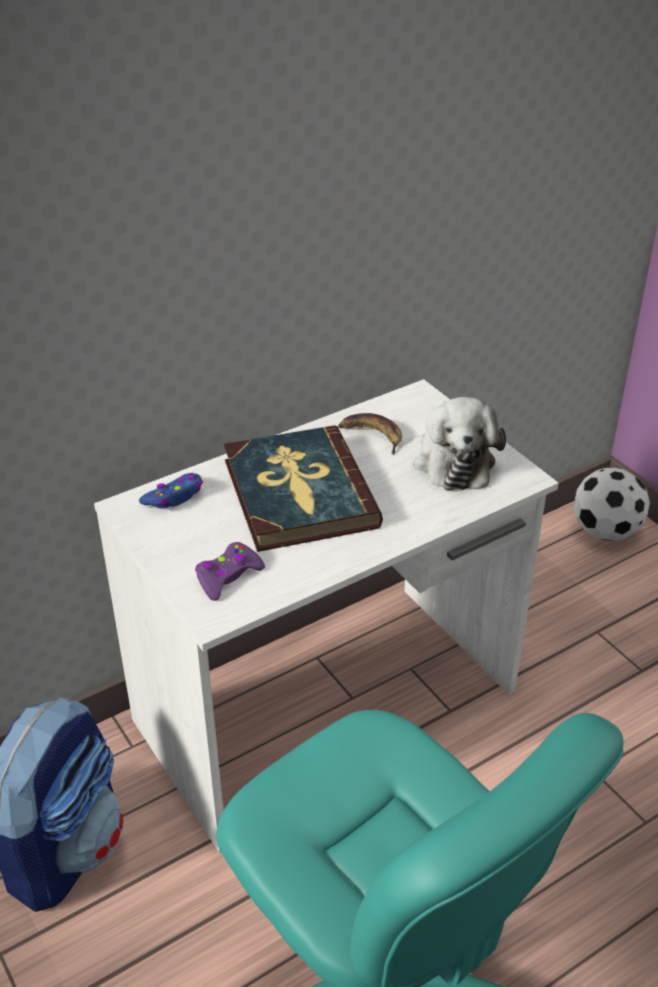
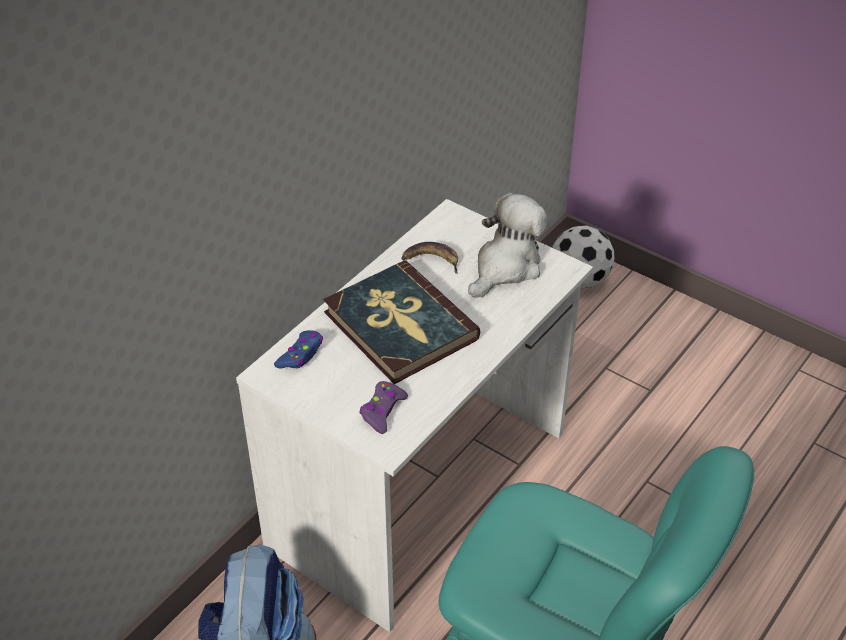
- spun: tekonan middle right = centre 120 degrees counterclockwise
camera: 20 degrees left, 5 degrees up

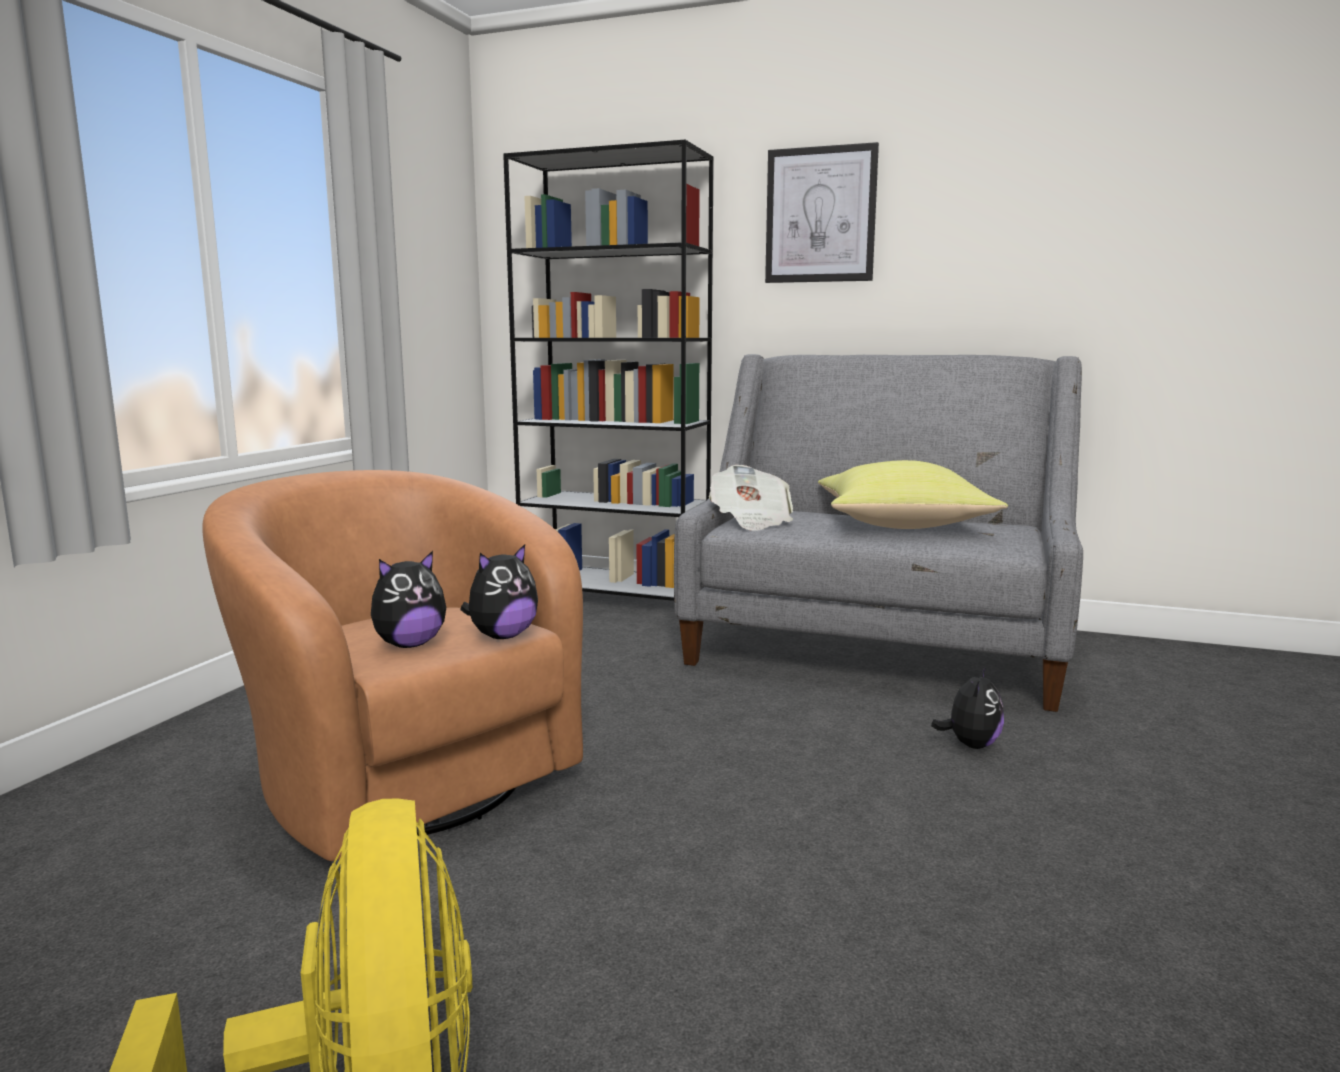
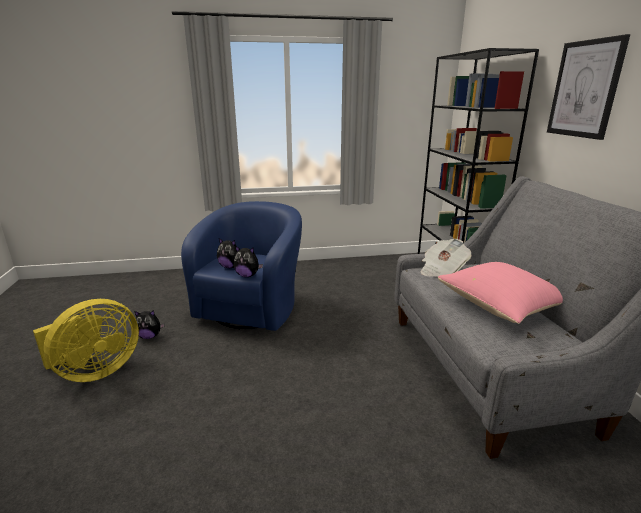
- colour: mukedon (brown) middle left to mukedon (blue) centre
- colour: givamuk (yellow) middle right to givamuk (pink) middle right
- relocated: tekonan (no. 3 from left in the first image) middle right to tekonan (no. 1 from left) middle left
camera: 60 degrees right, 10 degrees up

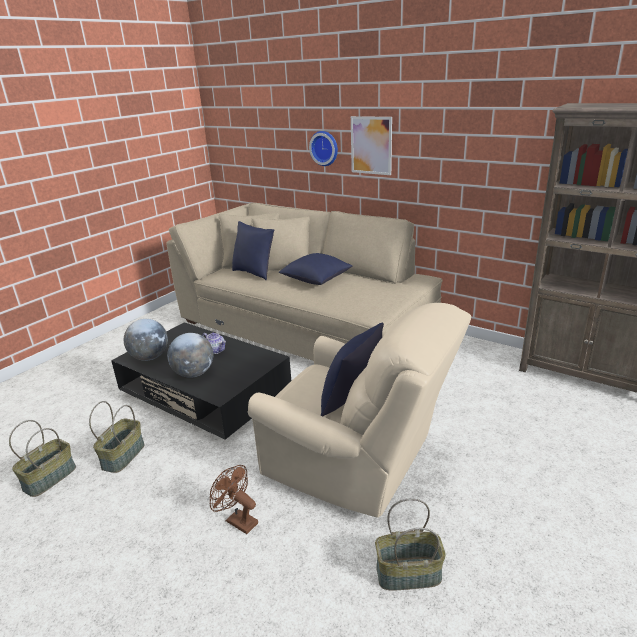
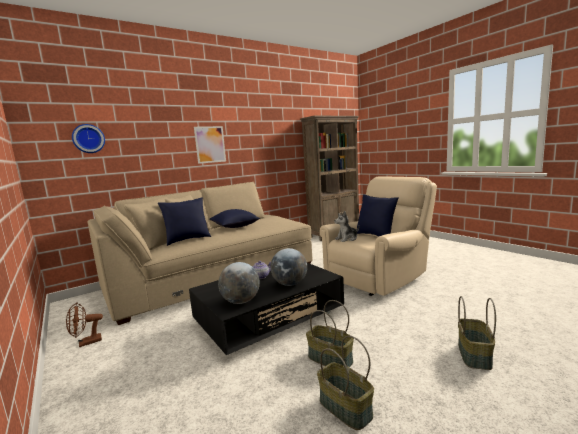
- relocated: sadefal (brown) bottom centre to bottom left
- relocated: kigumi top centre to top left
- relocated: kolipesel (no. 3 from left) bottom centre to bottom right
- appeared: tekonan centre
camera: 70 degrees left, 15 degrees down

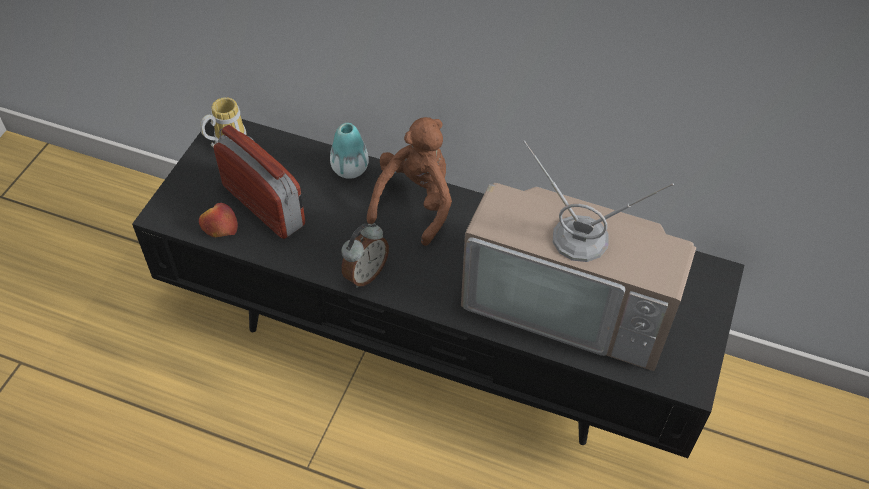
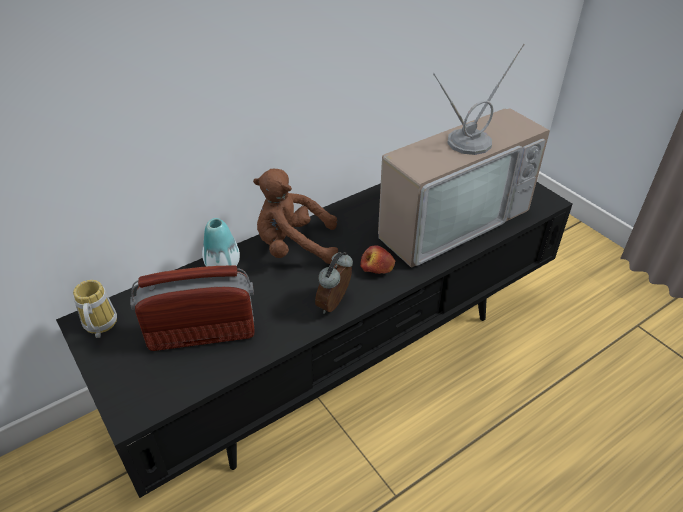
- relocated: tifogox middle left to centre
- spun: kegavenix centre = centre 135 degrees counterclockwise
- spun: tekonan (brown) centre = centre 60 degrees counterclockwise
camera: 55 degrees left, 10 degrees down

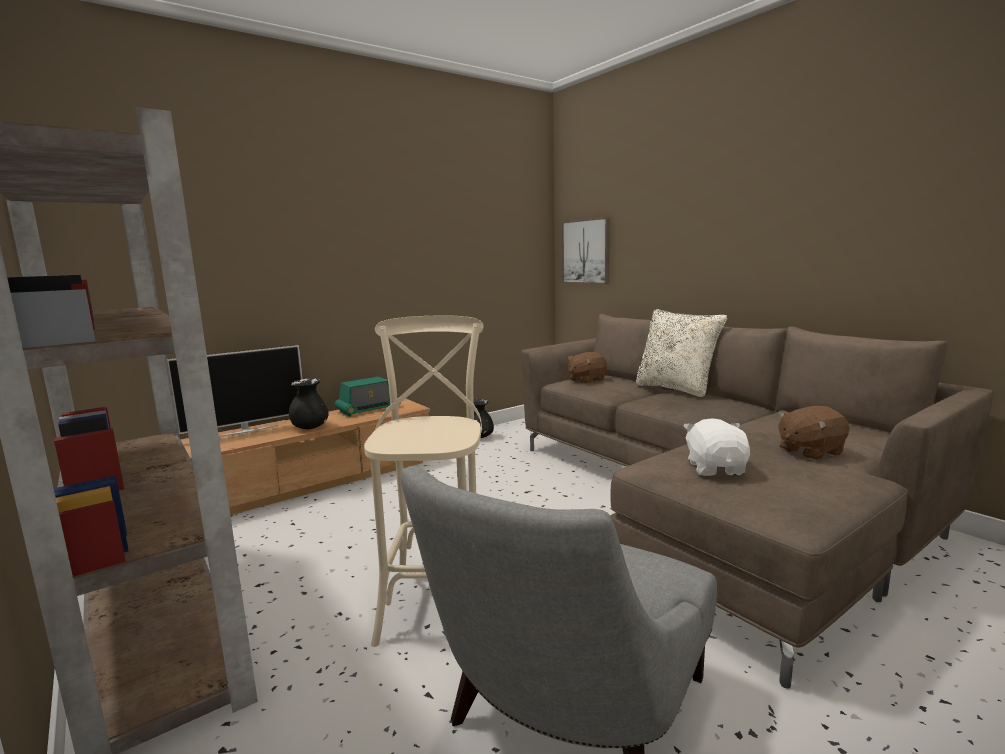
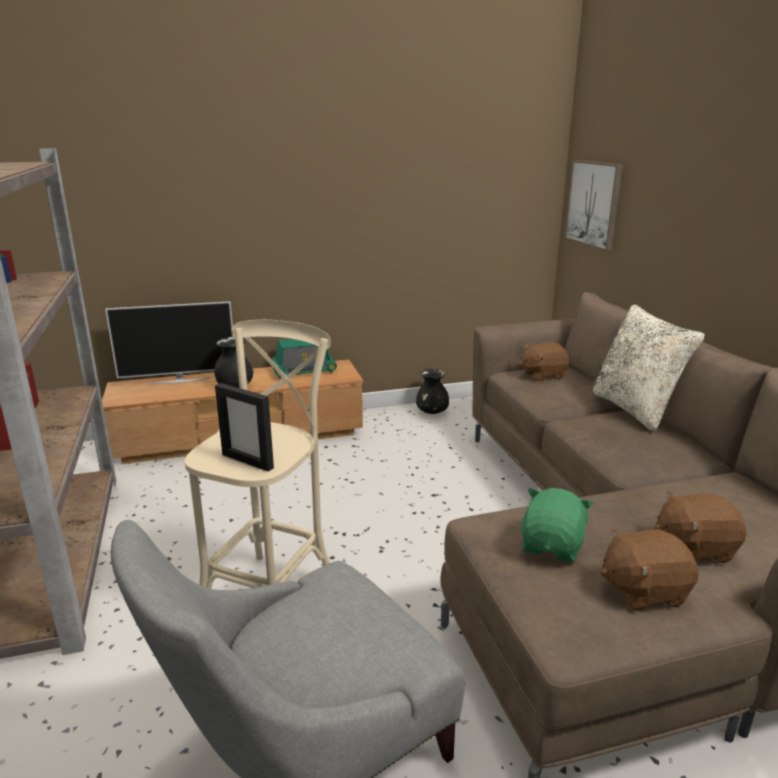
- colour: tekonan (white) middle right to tekonan (green) bottom right
- appeared: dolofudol middle left
- appeared: tekonan (brown) (no. 2 from left) bottom right
camera: 20 degrees right, 10 degrees up

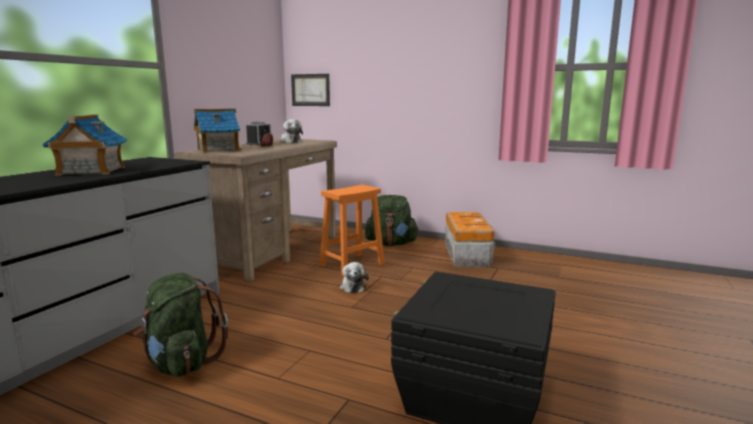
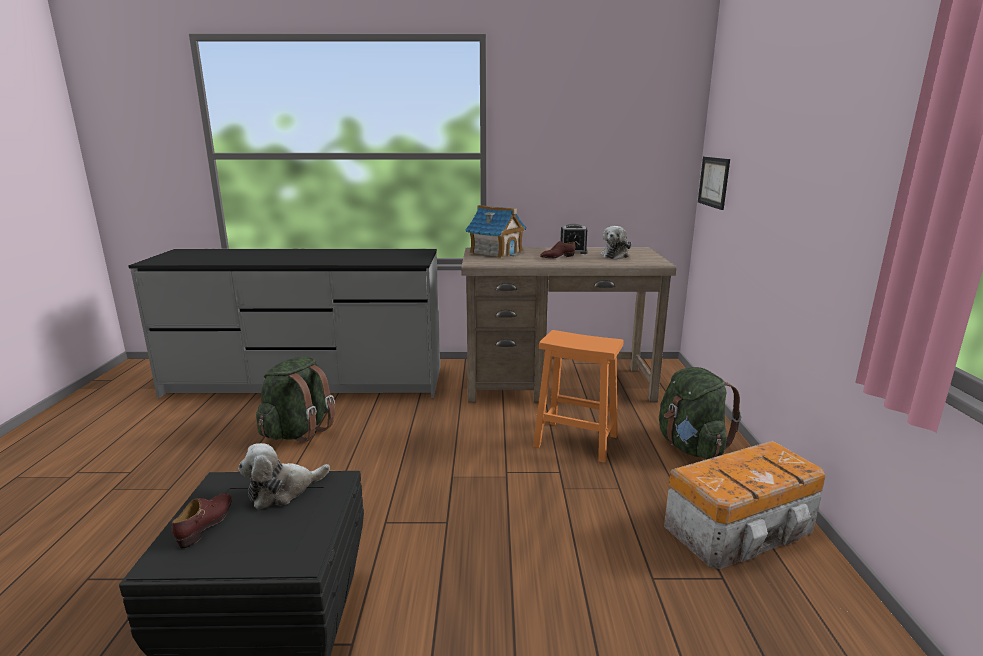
- missing: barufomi (no. 1 from left) middle left
- relocated: tekonan (no. 2 from left in the first image) centre to tekonan (no. 1 from left) bottom left
- appeared: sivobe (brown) (no. 1 from left) bottom left
camera: 65 degrees right, 5 degrees up

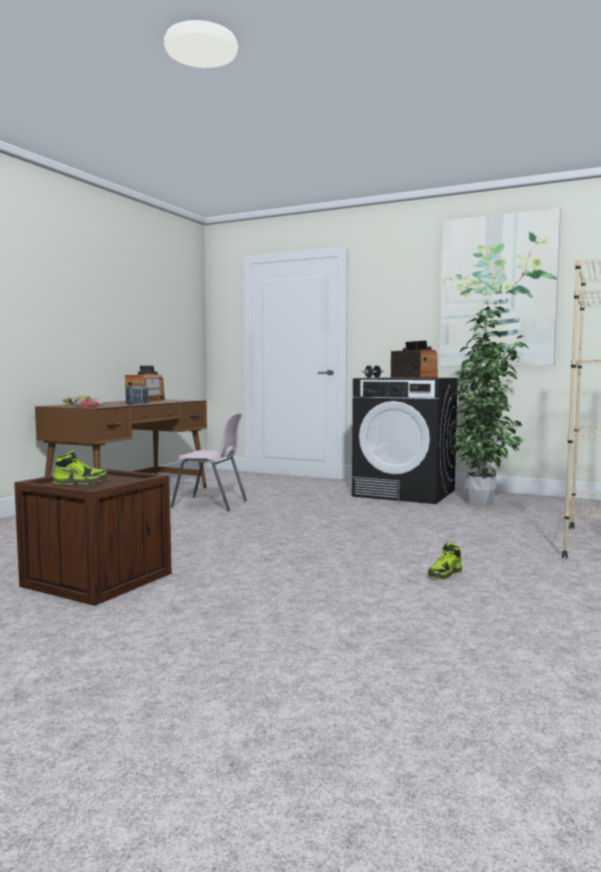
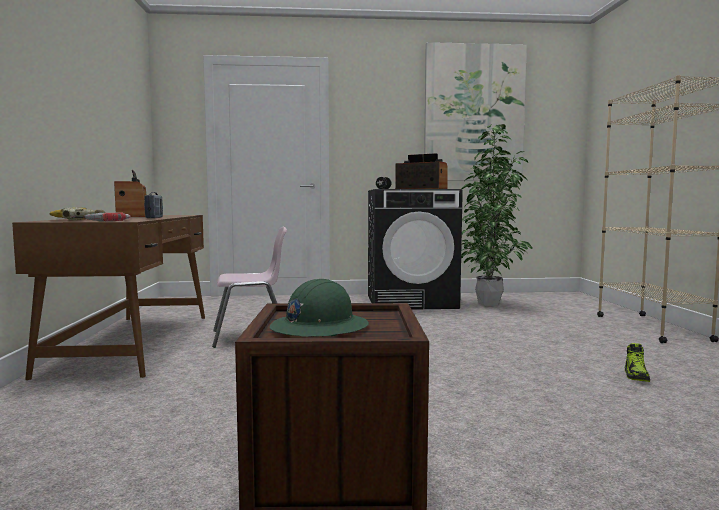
- exchanged: sivobe (no. 1 from left) middle left to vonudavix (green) centre
camera: 30 degrees left, 0 degrees up

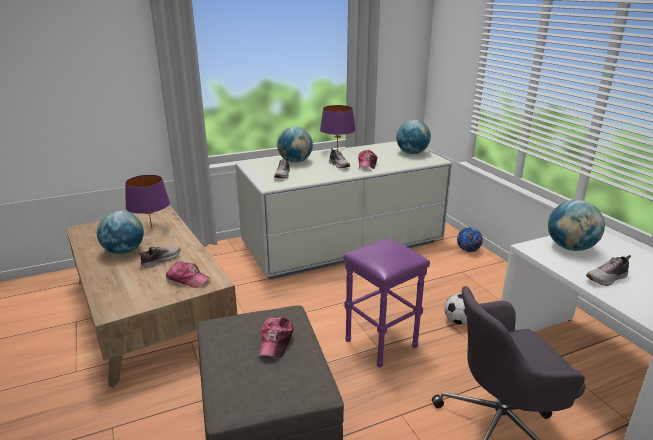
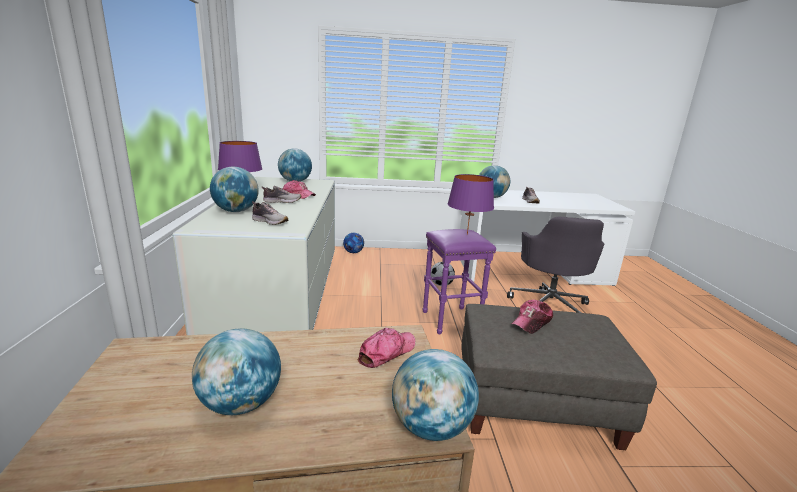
- relocated: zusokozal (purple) (no. 1 from left in the first image) middle left to zusokozal (purple) (no. 2 from left) centre
- missing: sivobe (no. 1 from left) middle left
- spun: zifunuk (no. 2 from left in the first image) bottom centre = middle right 105 degrees clockwise
- appeared: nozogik (no. 4 from left) bottom centre
camera: 70 degrees left, 5 degrees down

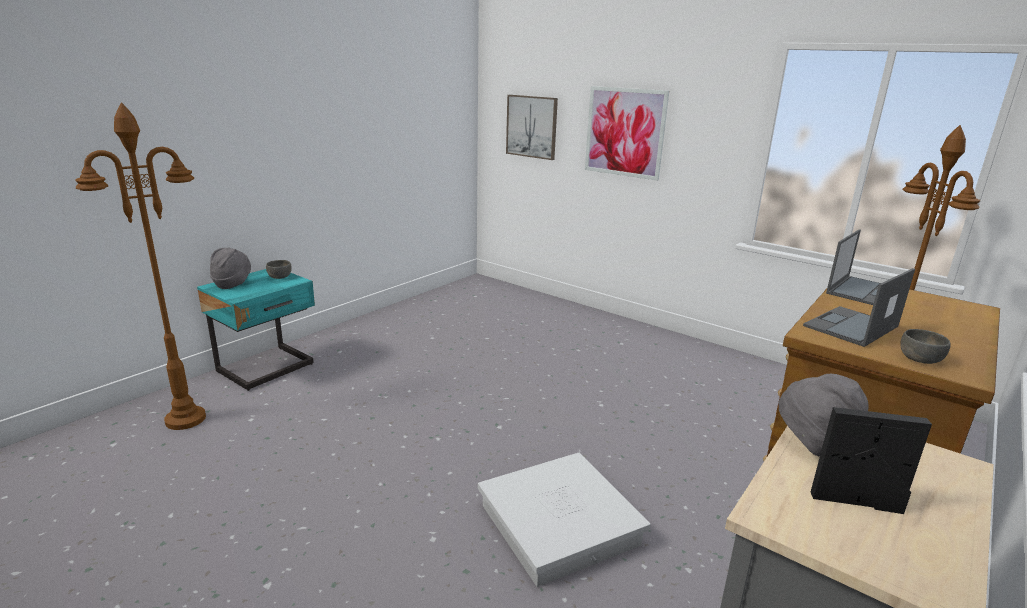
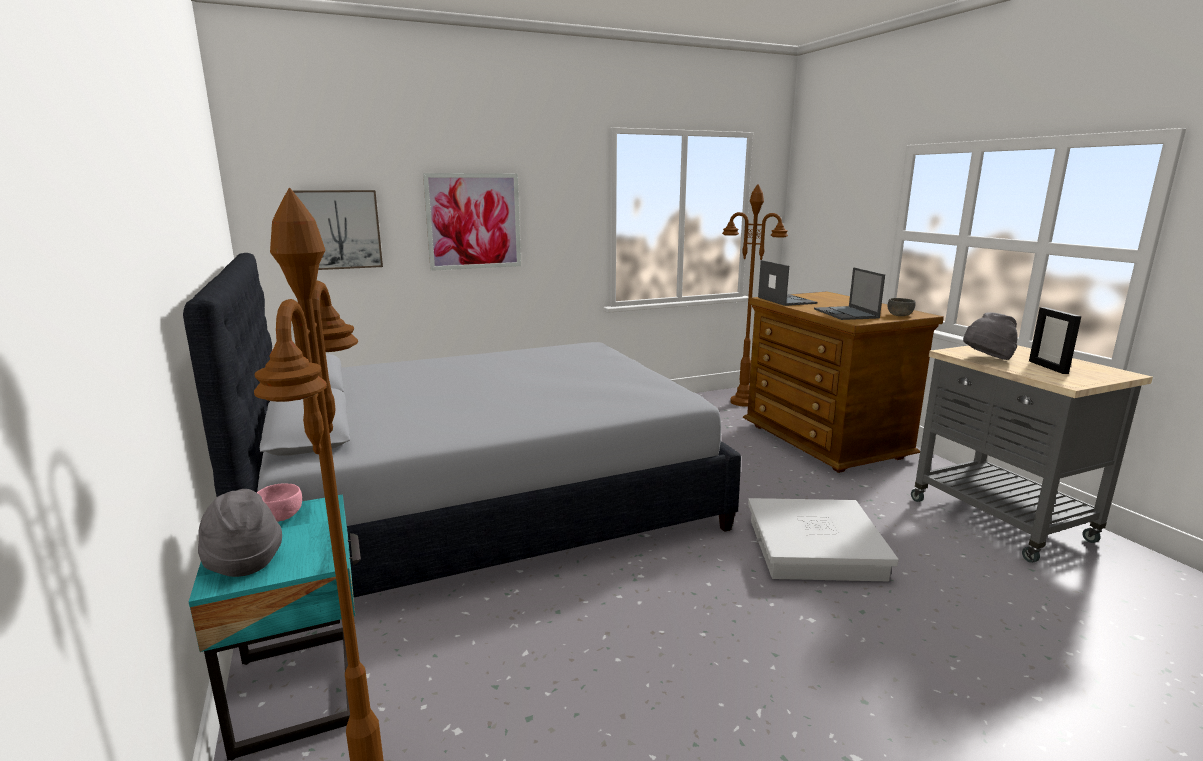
- colour: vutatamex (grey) (no. 1 from left) middle left to vutatamex (pink) middle left
- spun: dolofudol bottom right = middle right 45 degrees counterclockwise
- appeared: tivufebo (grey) centre
camera: 60 degrees left, 5 degrees down

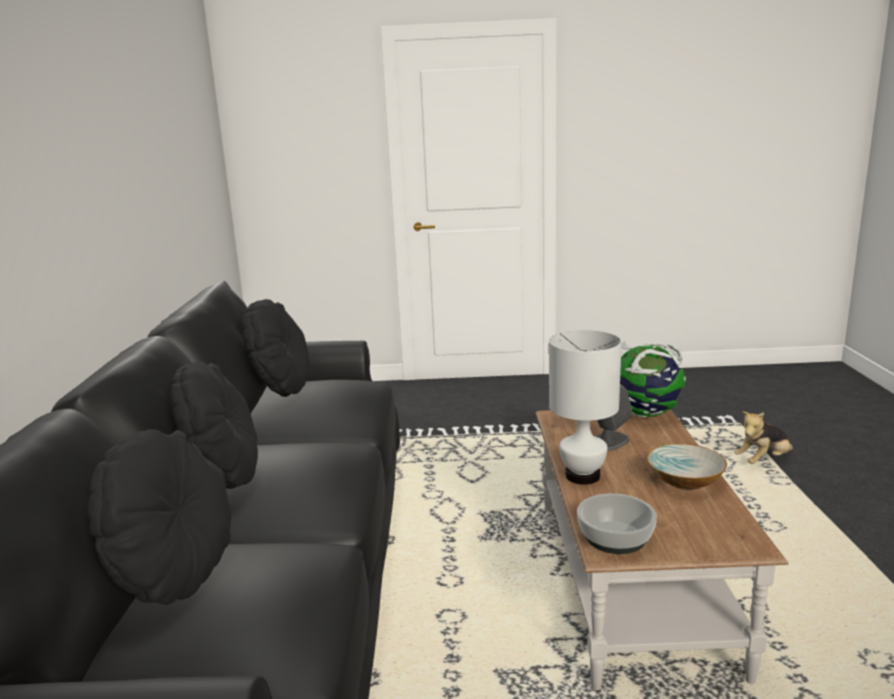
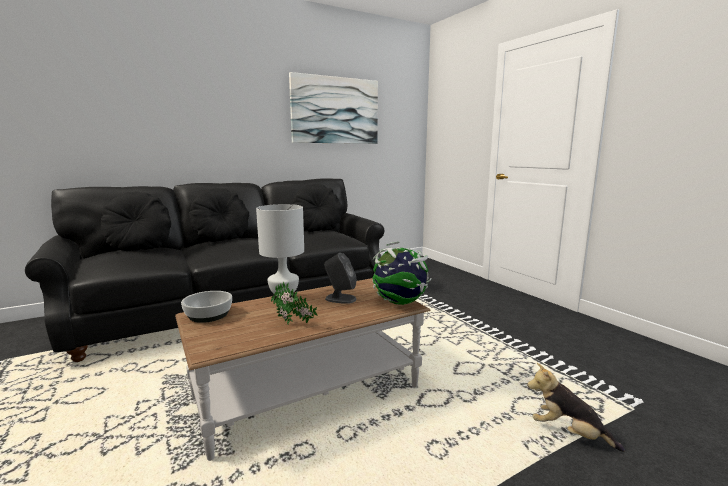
- exchanged: vutatamex (no. 2 from left) bottom right to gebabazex centre
- appeared: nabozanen top centre
camera: 60 degrees right, 5 degrees down

